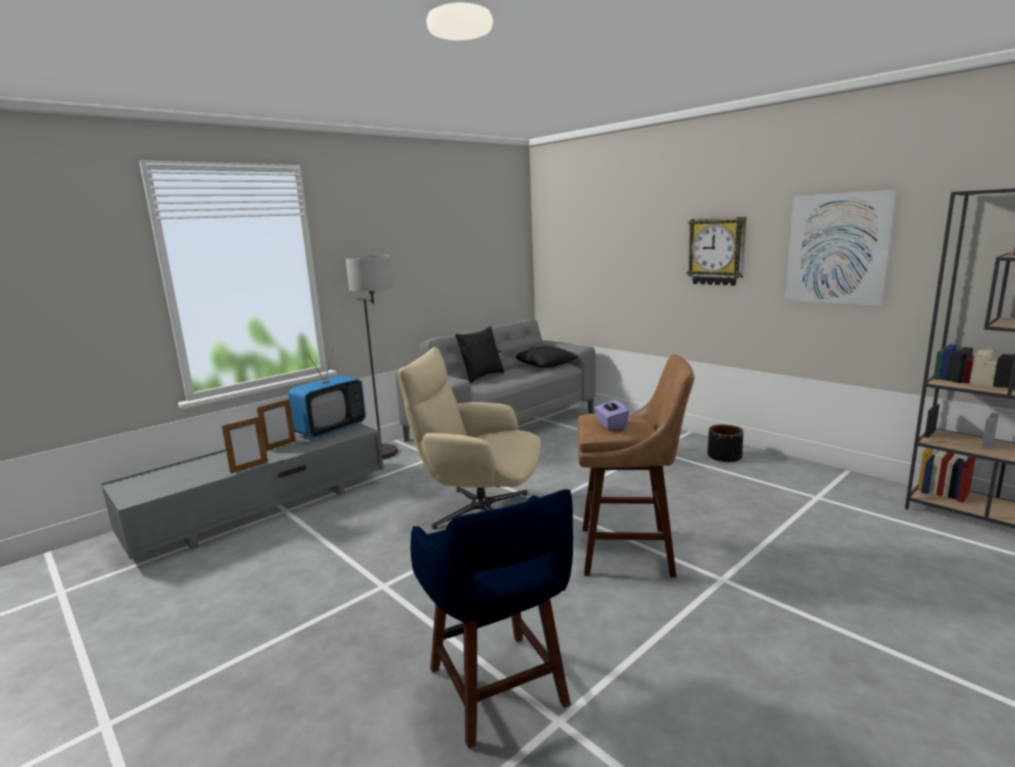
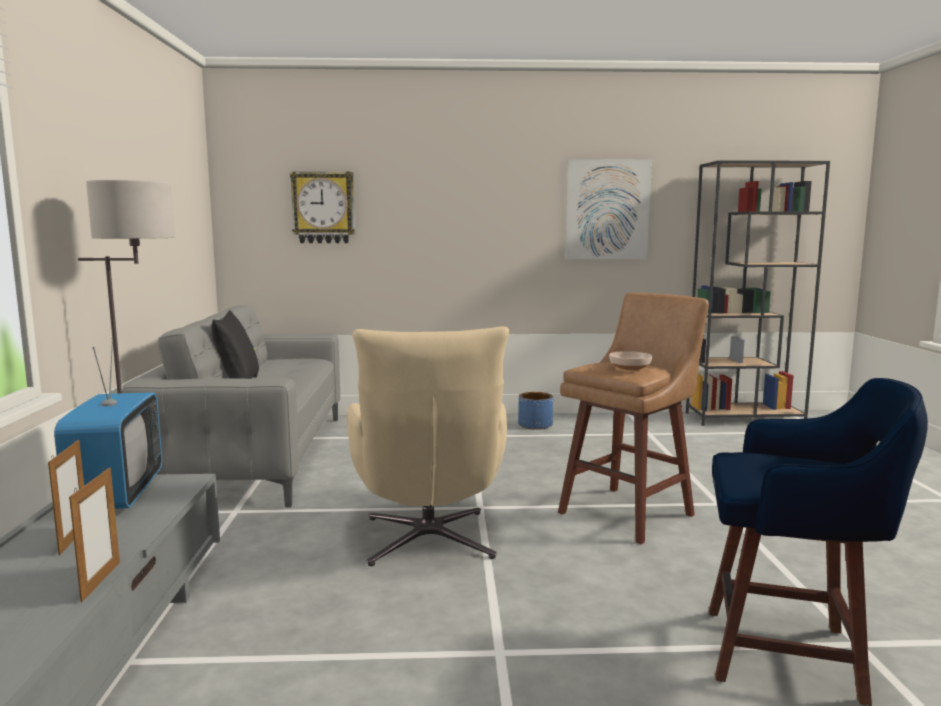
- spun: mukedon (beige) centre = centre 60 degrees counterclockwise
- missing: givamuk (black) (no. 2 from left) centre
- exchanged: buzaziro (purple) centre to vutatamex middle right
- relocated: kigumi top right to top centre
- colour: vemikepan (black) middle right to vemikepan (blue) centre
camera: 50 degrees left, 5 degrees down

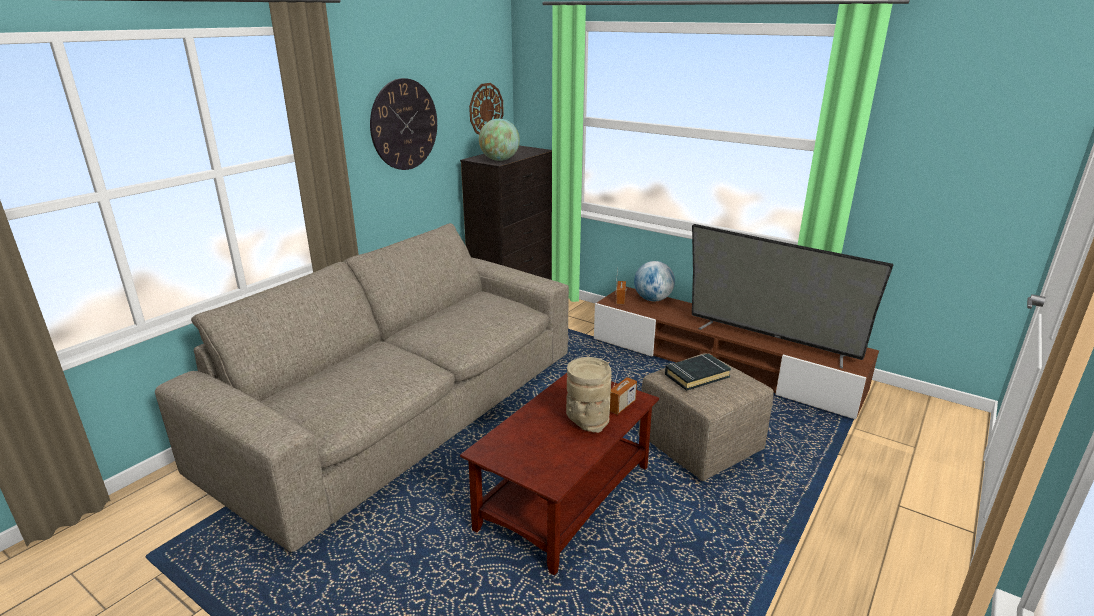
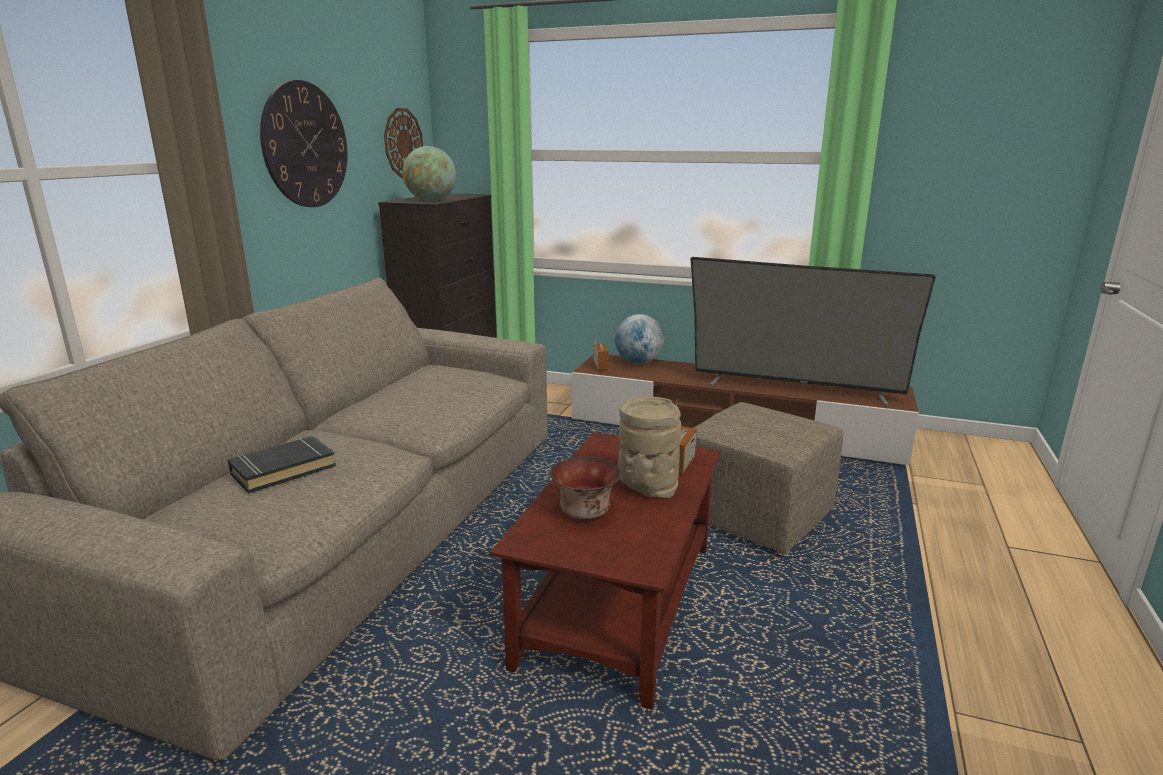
- relocated: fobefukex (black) centre to middle left
- appeared: vutatamex centre
camera: 15 degrees left, 5 degrees down

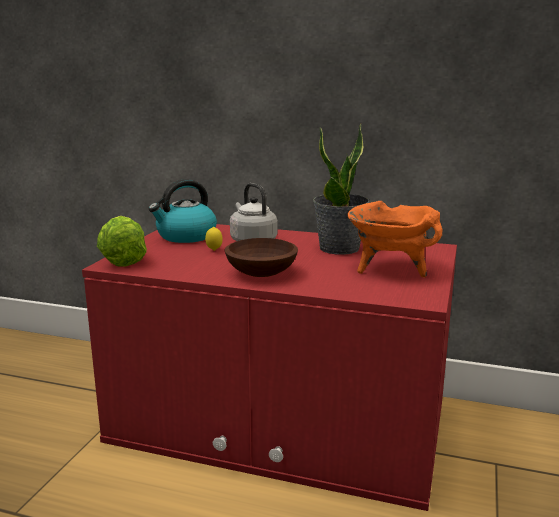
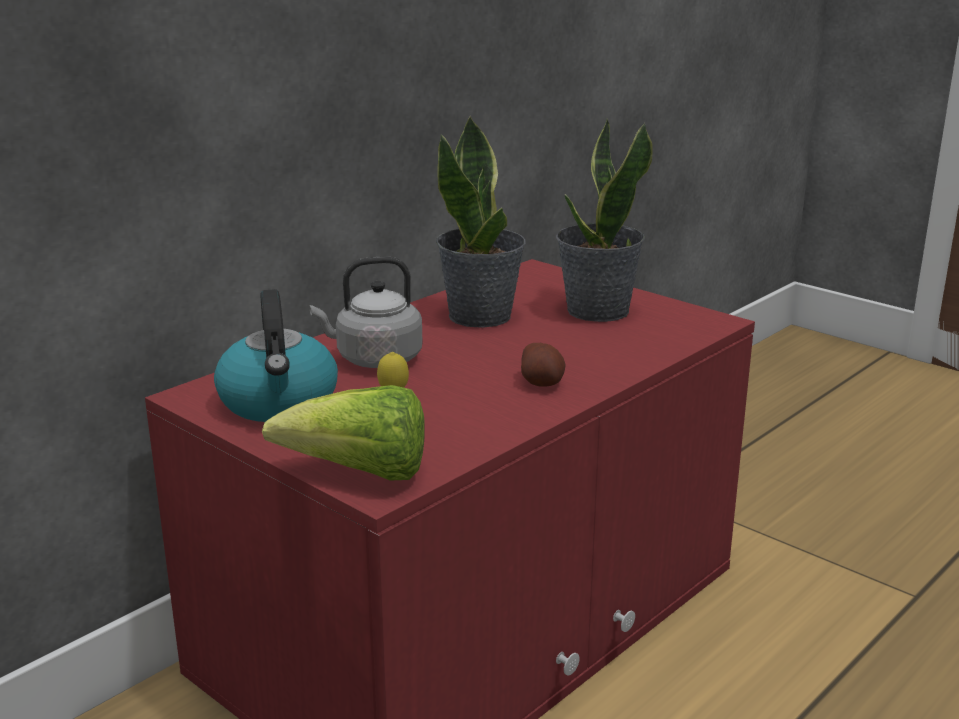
- exchanged: vutatamex (brown) centre to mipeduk centre
- exchanged: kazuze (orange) middle right to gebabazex (no. 2 from left) top centre
camera: 65 degrees left, 5 degrees up

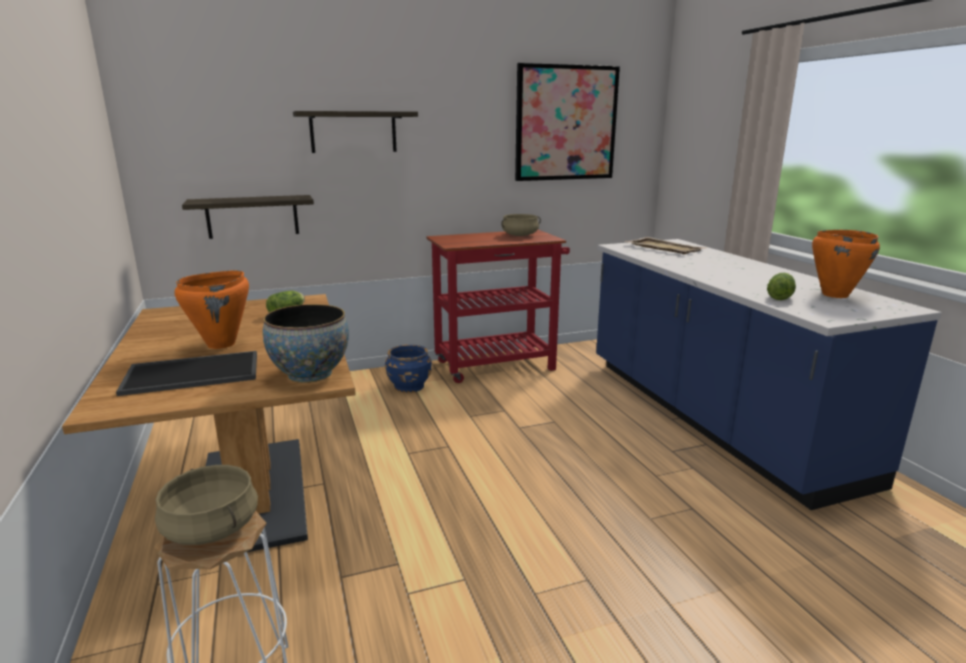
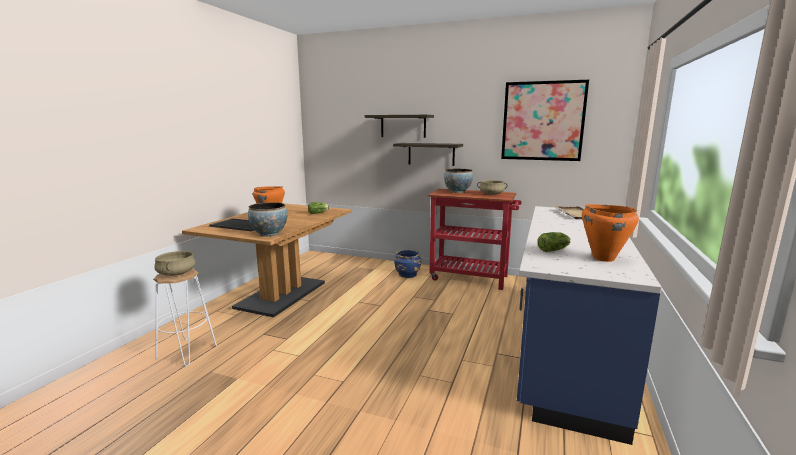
- relocated: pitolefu (no. 1 from left in the first image) top left to pitolefu (no. 2 from left) centre
- appeared: vutatamex (no. 2 from left) centre
camera: 40 degrees right, 5 degrees down

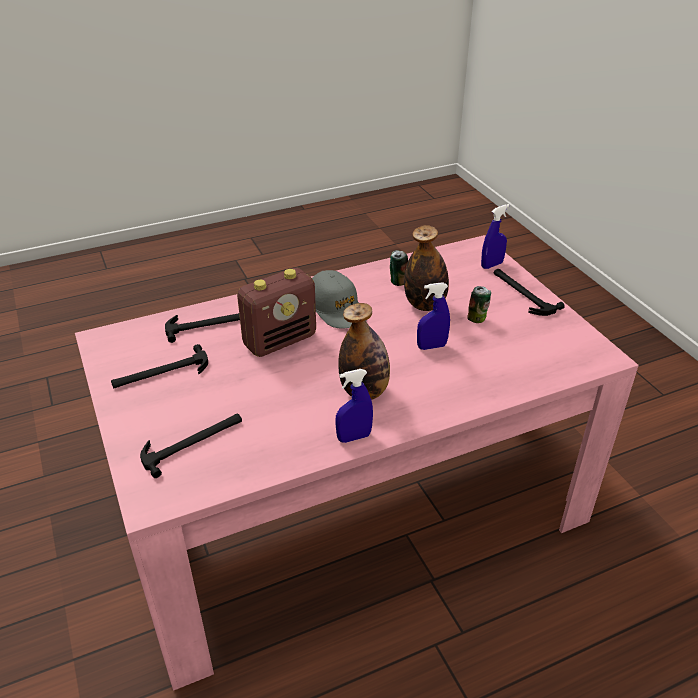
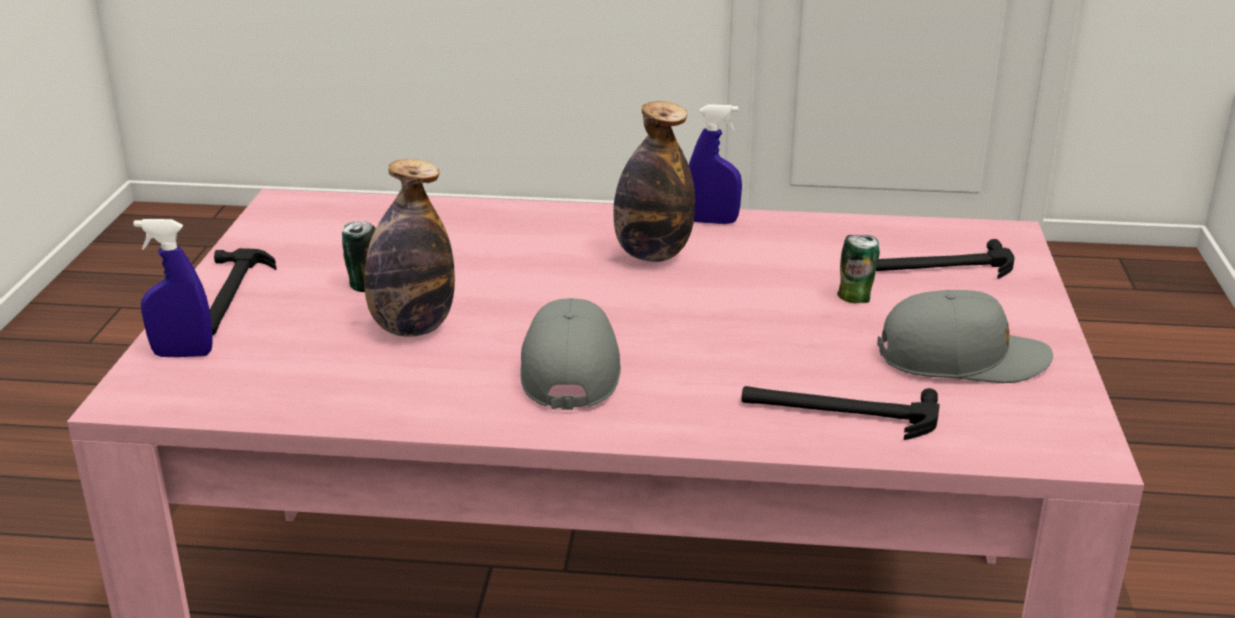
- exchanged: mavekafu (no. 1 from left) middle left to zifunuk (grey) (no. 2 from left) middle right
- missing: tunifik centre
- relocated: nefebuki (no. 1 from left in the first image) centre to nefebuki (no. 2 from left) middle right
- missing: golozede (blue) (no. 2 from left) centre
camera: 150 degrees left, 10 degrees down

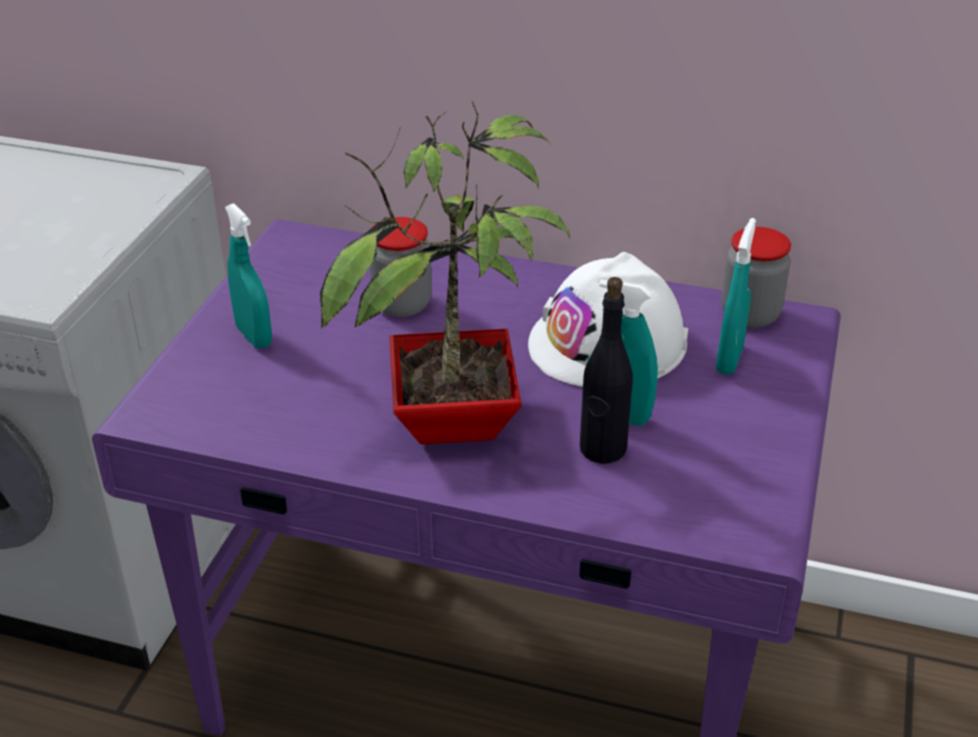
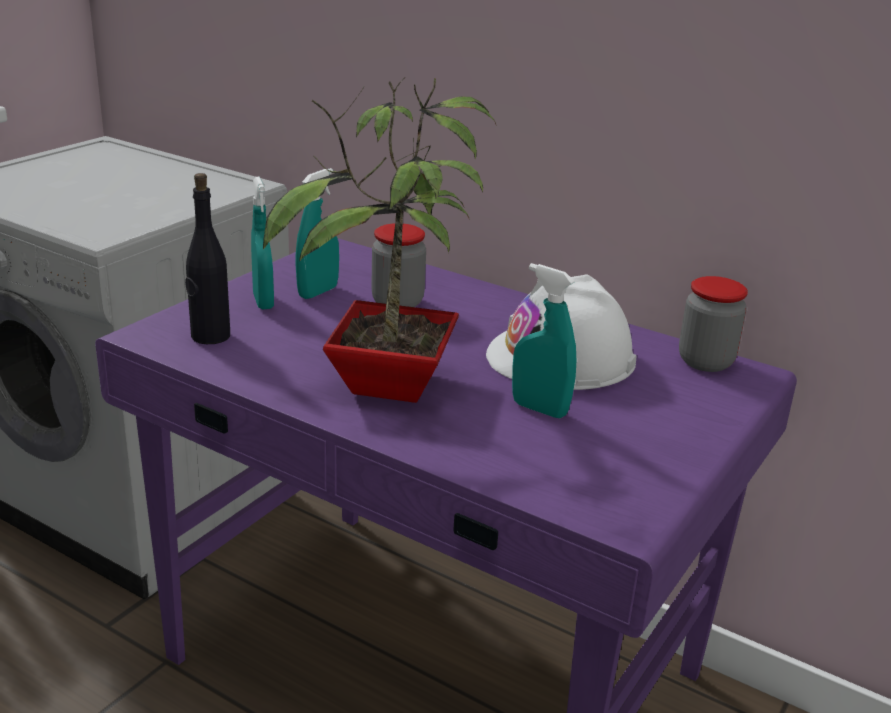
- relocated: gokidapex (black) centre to middle left
- relocated: golozede (turquoise) (no. 3 from left in the first image) middle right to golozede (turquoise) (no. 2 from left) top centre
camera: 15 degrees right, 10 degrees down

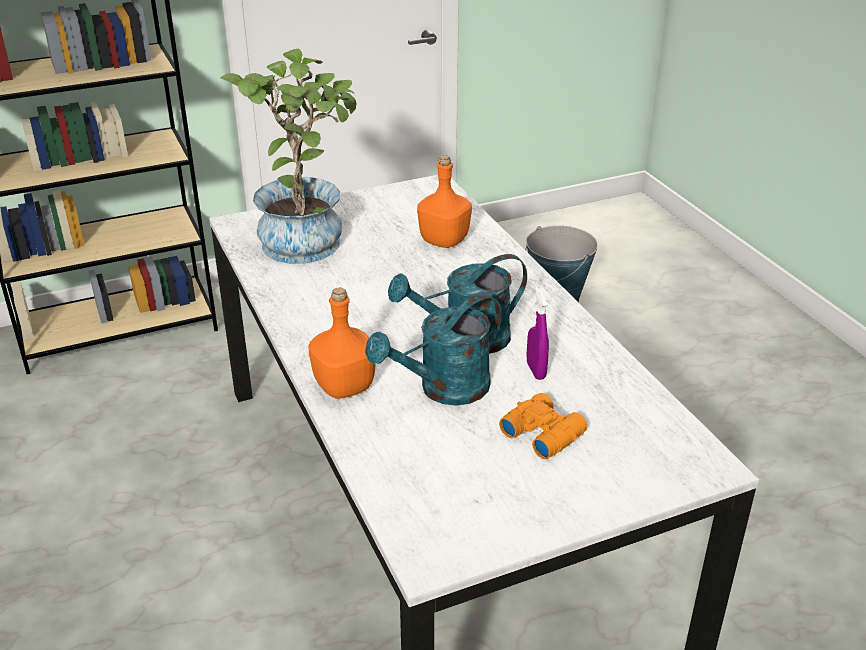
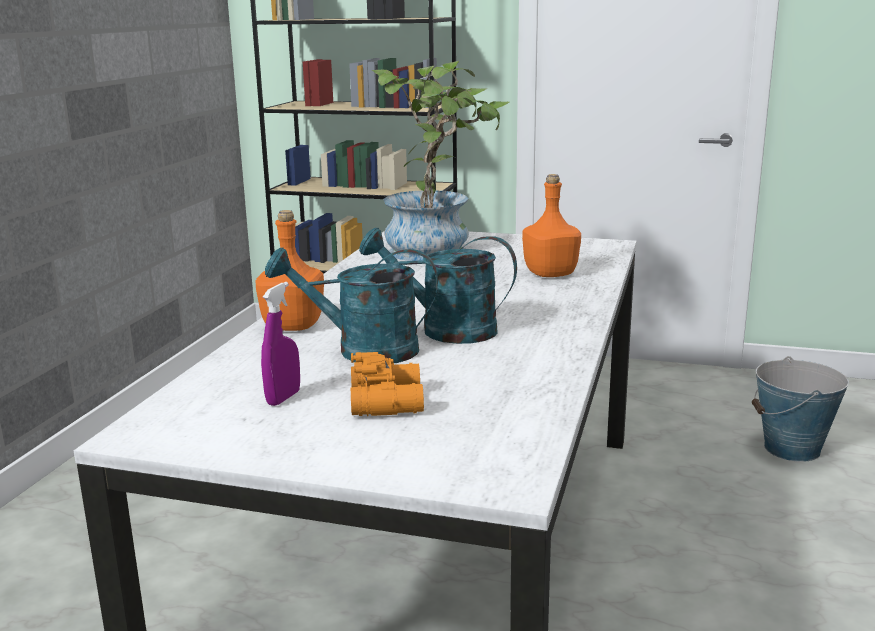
- relocated: golozede (purple) centre to middle left
camera: 40 degrees right, 15 degrees down

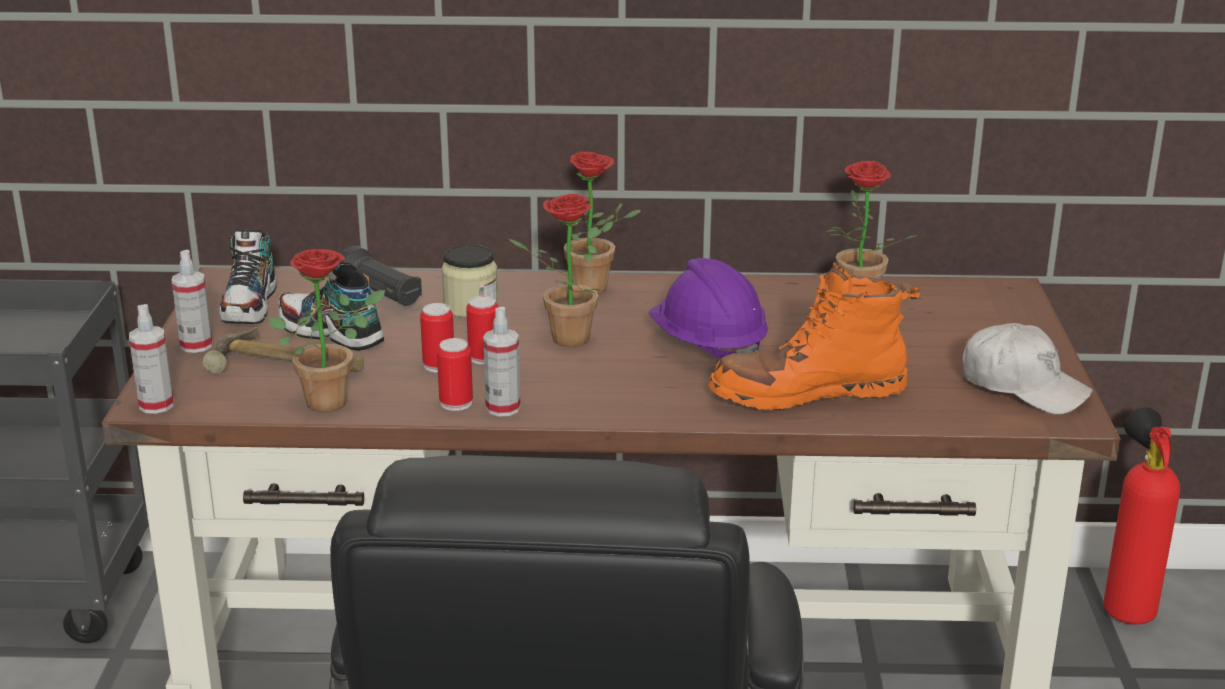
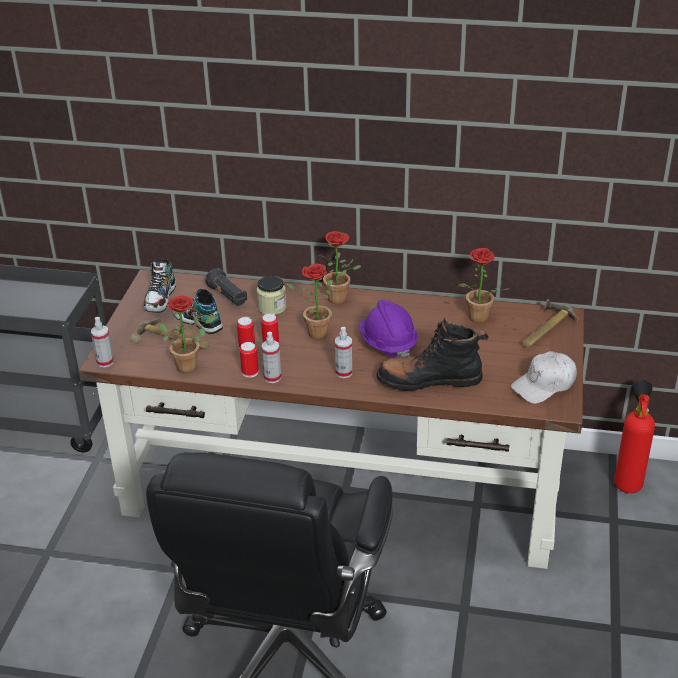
- relocated: golozede (no. 2 from left in the first image) middle left to golozede (no. 3 from left) centre
- colour: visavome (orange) centre to visavome (black) centre
- spun: zifunuk (white) middle right = middle right 105 degrees clockwise
- appeared: mavekafu (no. 2 from left) middle right
camera: 10 degrees right, 10 degrees up

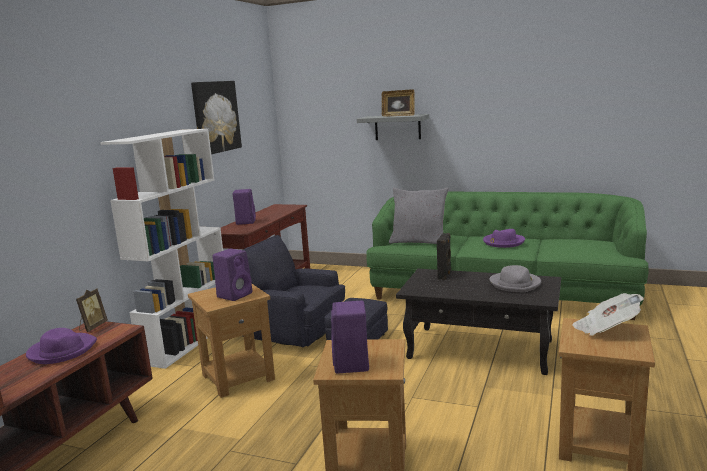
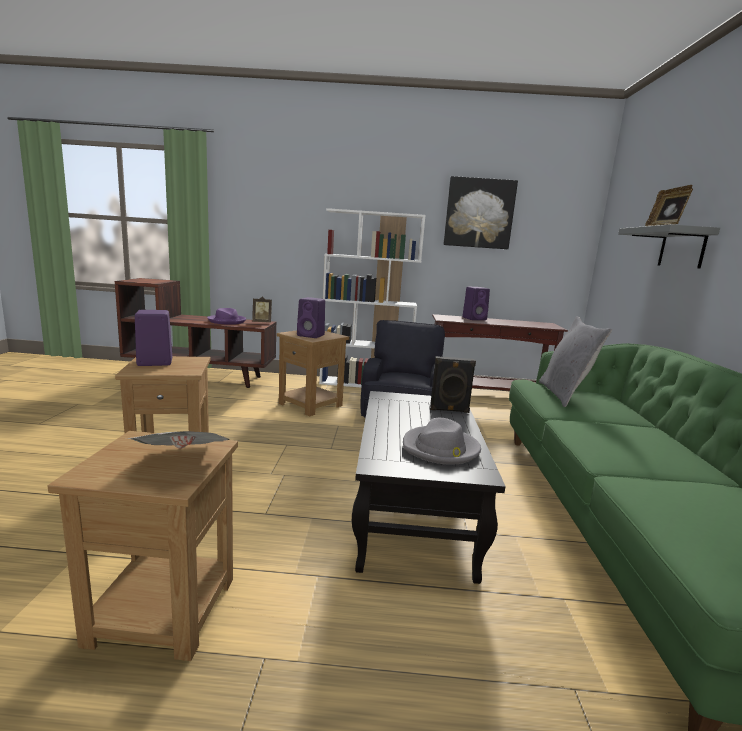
- missing: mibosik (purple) (no. 2 from left) middle right
camera: 70 degrees right, 0 degrees up

